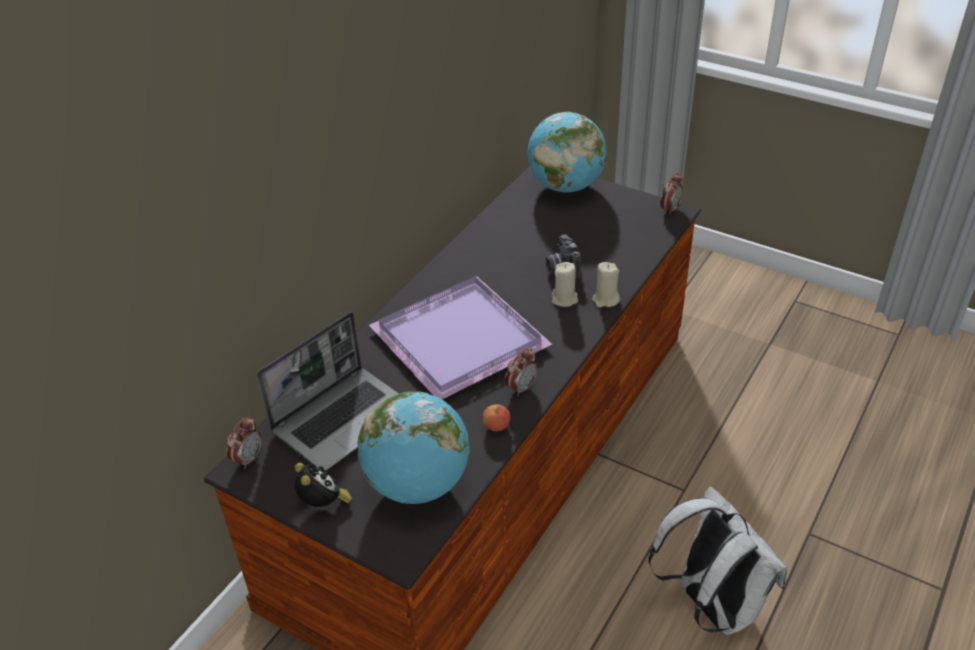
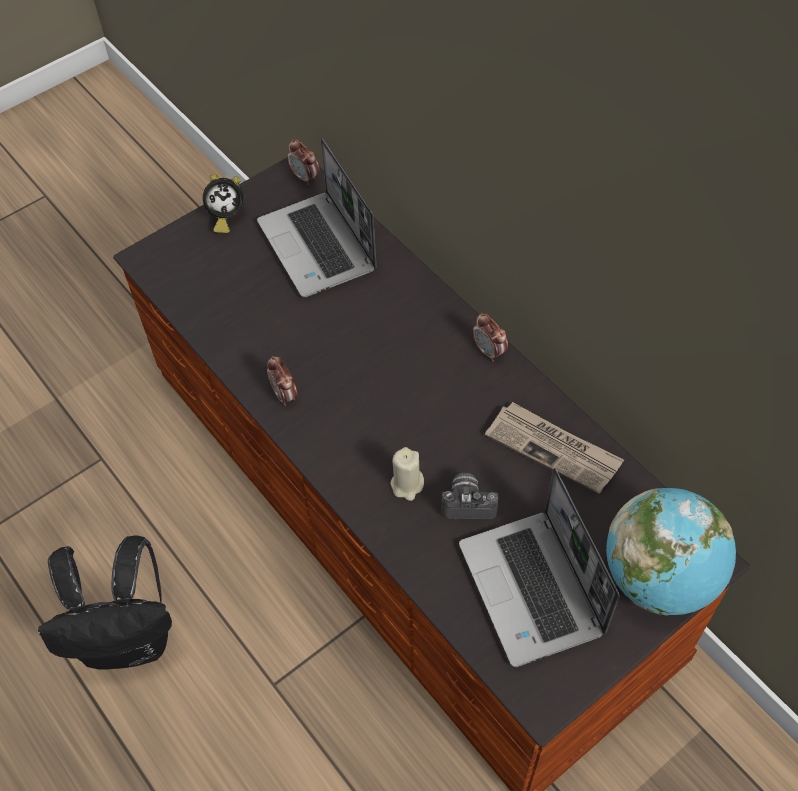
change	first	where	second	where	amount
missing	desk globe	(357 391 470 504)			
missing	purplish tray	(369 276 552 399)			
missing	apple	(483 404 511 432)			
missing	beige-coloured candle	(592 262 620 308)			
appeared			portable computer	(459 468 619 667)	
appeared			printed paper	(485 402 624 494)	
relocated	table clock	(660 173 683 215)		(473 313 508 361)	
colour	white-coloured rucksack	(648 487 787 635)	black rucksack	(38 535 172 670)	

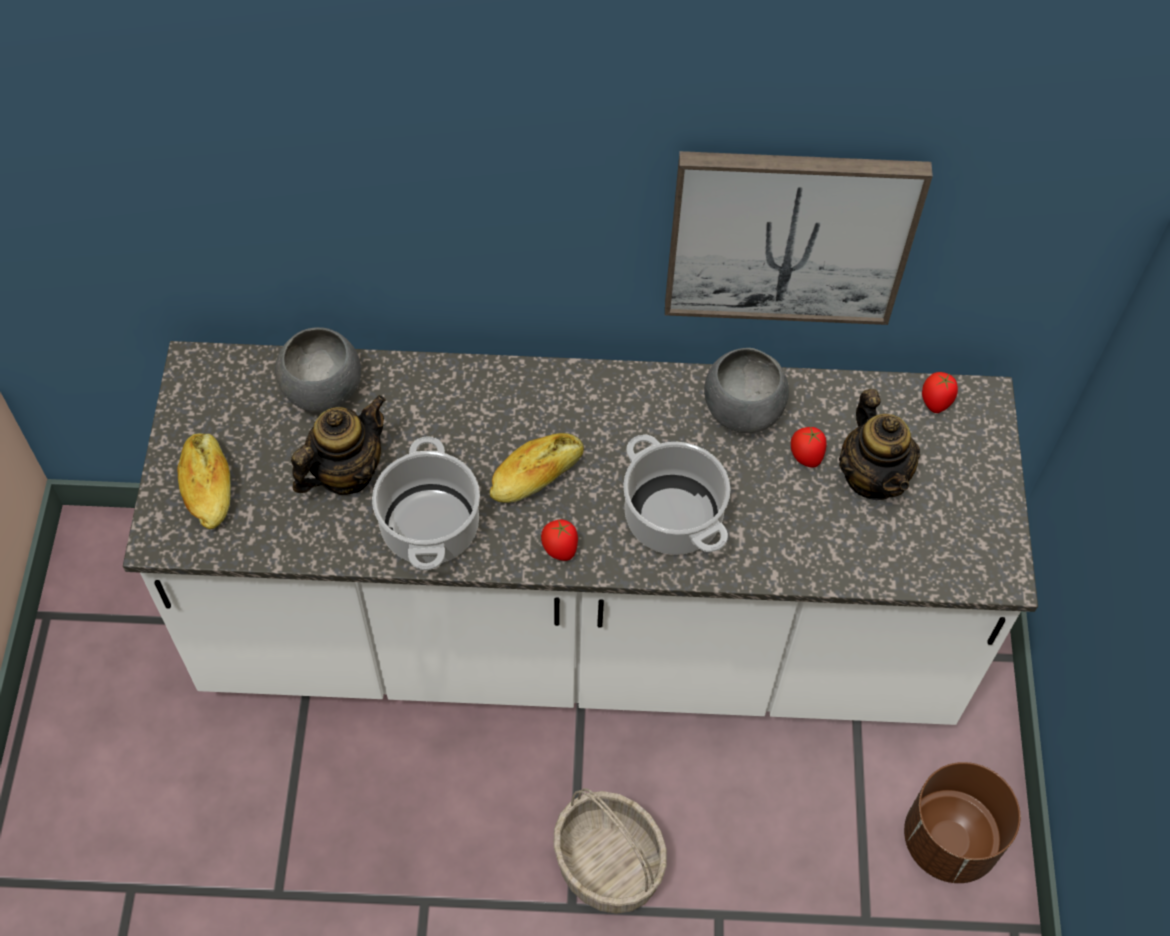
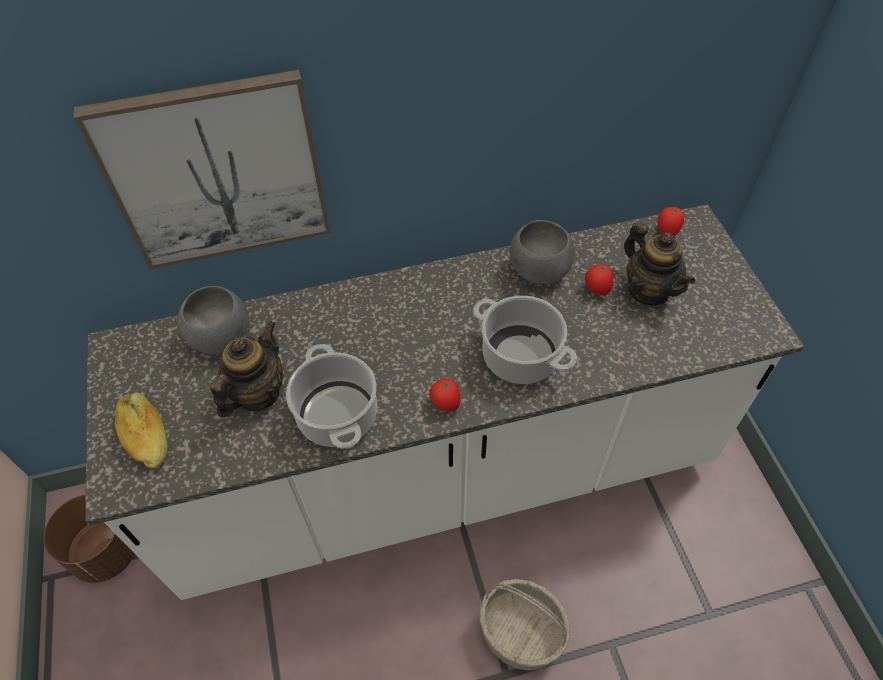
change	first	where	second	where	amount
missing	bread	(490 433 584 503)			
relocated	wall art	(665 151 933 325)		(74 70 330 269)	
relocated	brown flower pot	(904 762 1021 883)		(43 494 135 583)	

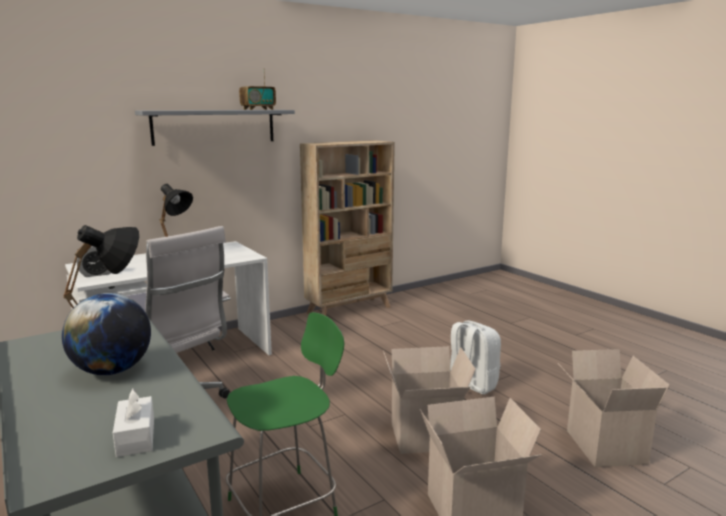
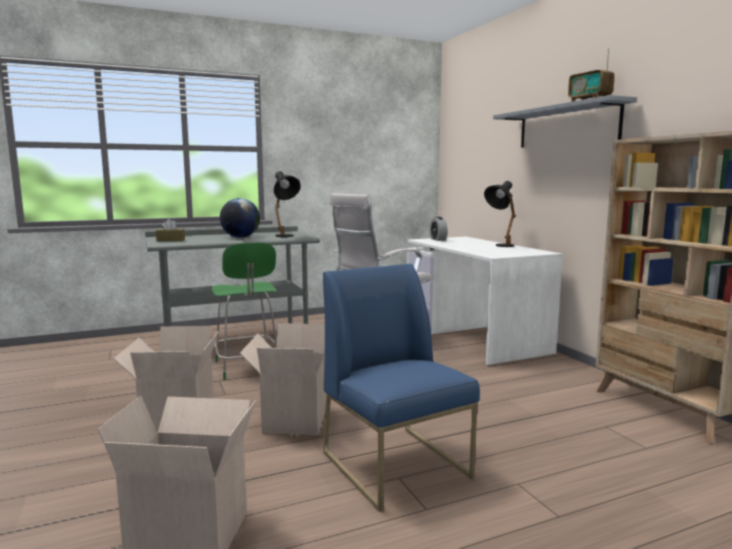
change	first	where	second	where	amount
exchanged	white-coloured rucksack	(450 320 501 394)	blue plain chair	(323 264 480 512)	
colour	white-coloured tissue holder	(113 389 154 457)	brown tissue holder	(156 219 185 241)	

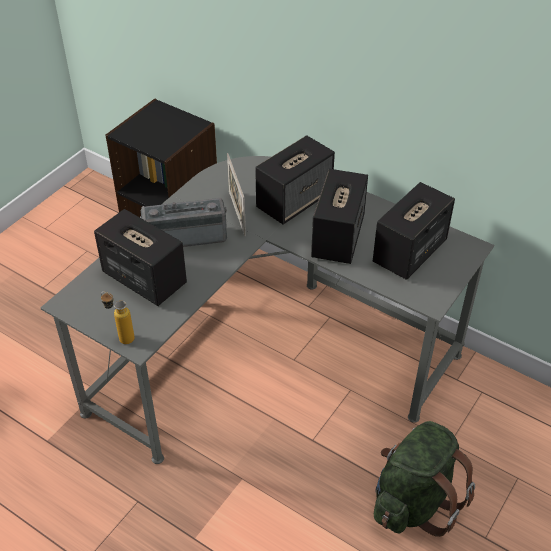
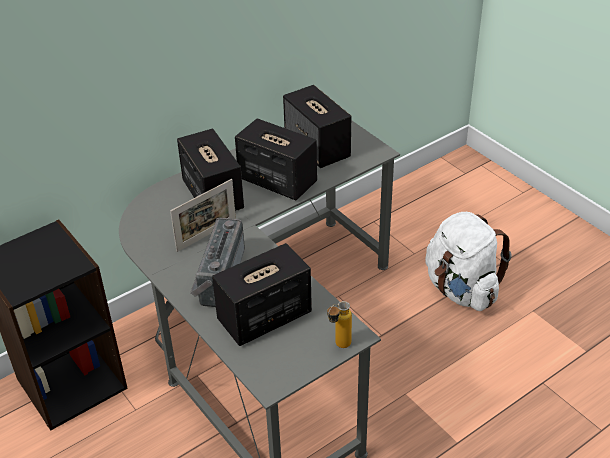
change	first	where	second	where	amount
colour	green rucksack	(374 421 475 537)	white-coloured rucksack	(425 212 512 311)	
spun	photo frame	(227 153 246 236)		(170 179 236 252)	45 degrees counterclockwise

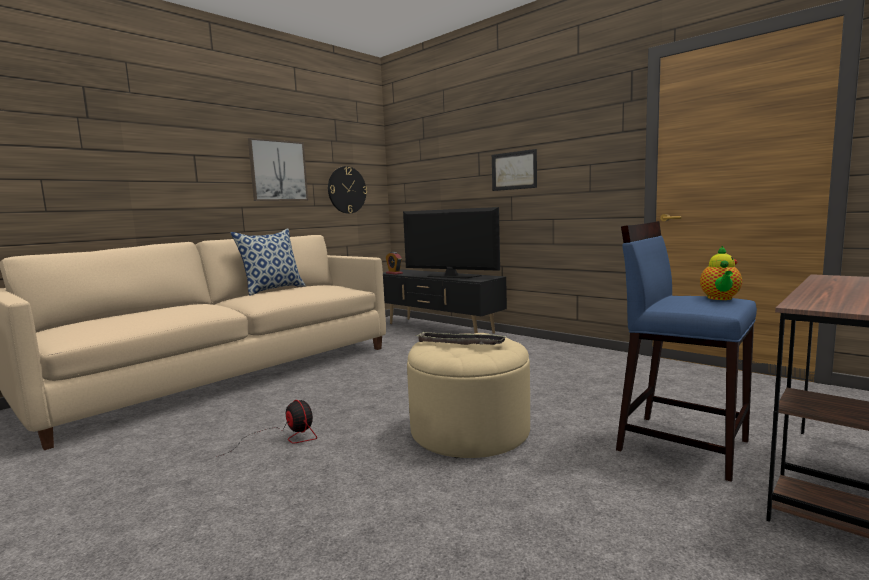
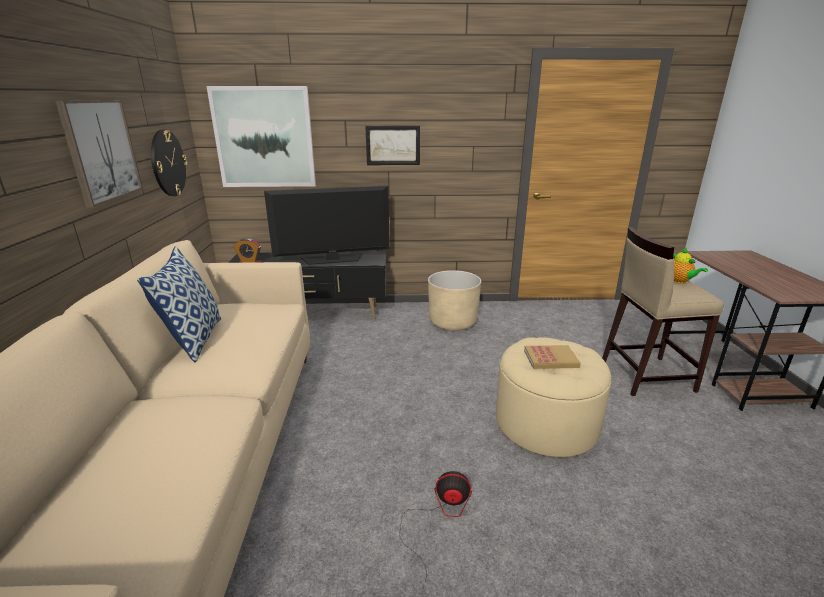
change	first	where	second	where	amount
appeared			wall art	(207 86 316 187)	
appeared			beige-coloured flower pot	(428 270 481 331)	
exchanged	tray	(415 332 507 345)	bound book	(524 345 581 369)	
colour	blue stool seat	(616 221 757 482)	beige-coloured stool seat	(602 227 724 396)	

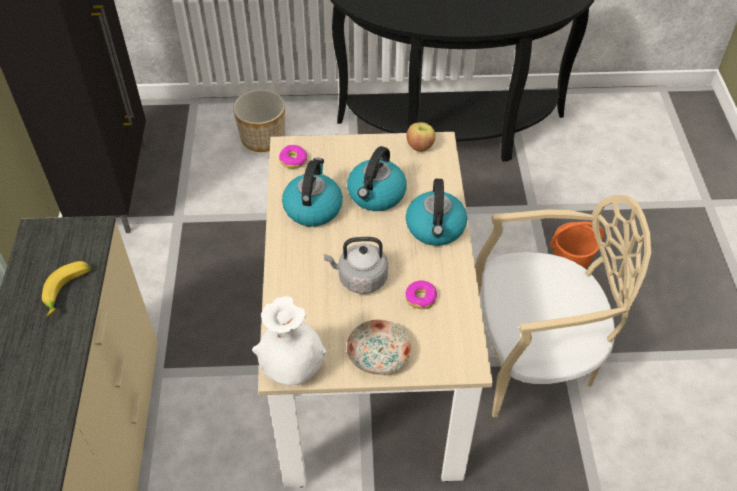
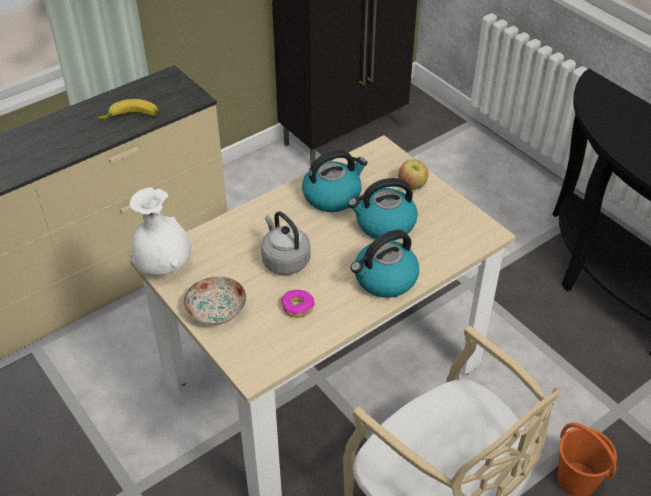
change	first	where	second	where	amount
missing	flower pot	(233 89 285 152)			
missing	doughnut	(279 145 307 169)			
relocated	apple	(407 122 436 152)		(398 160 428 190)	

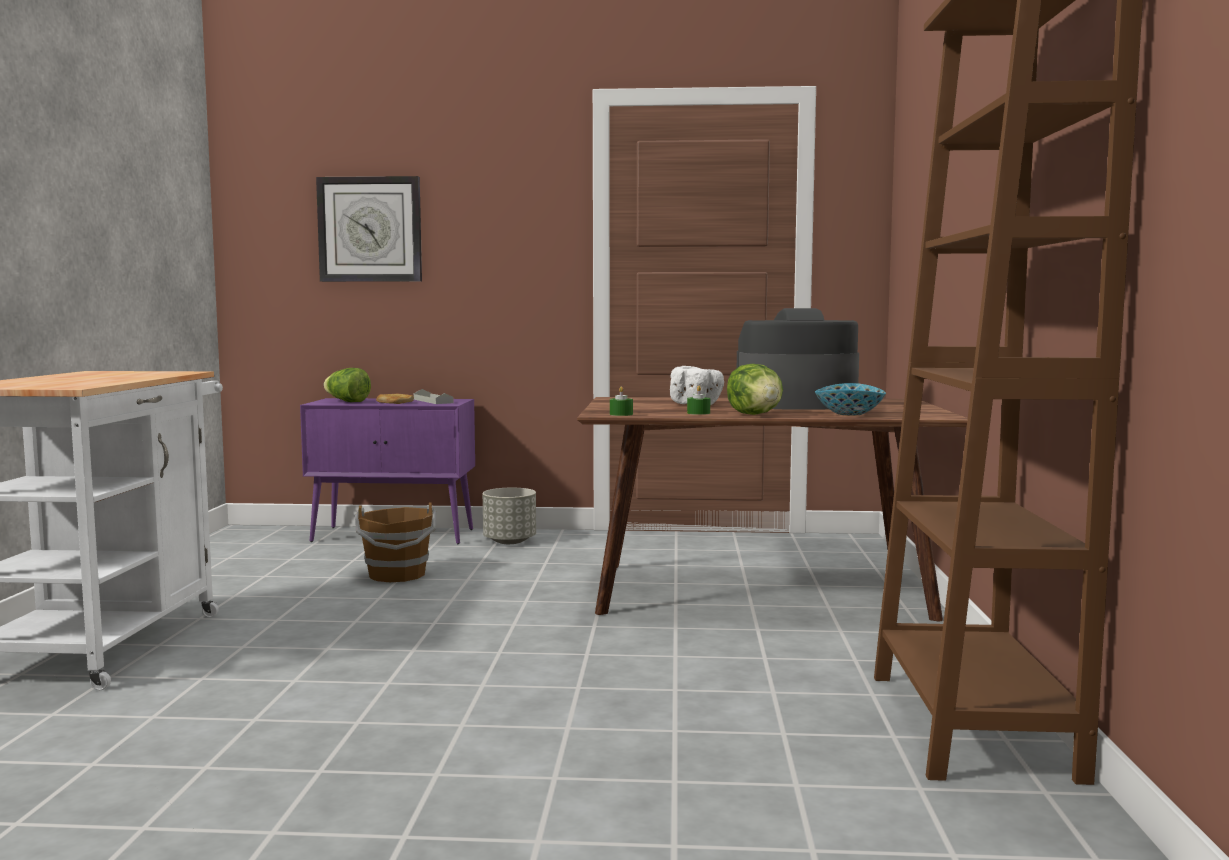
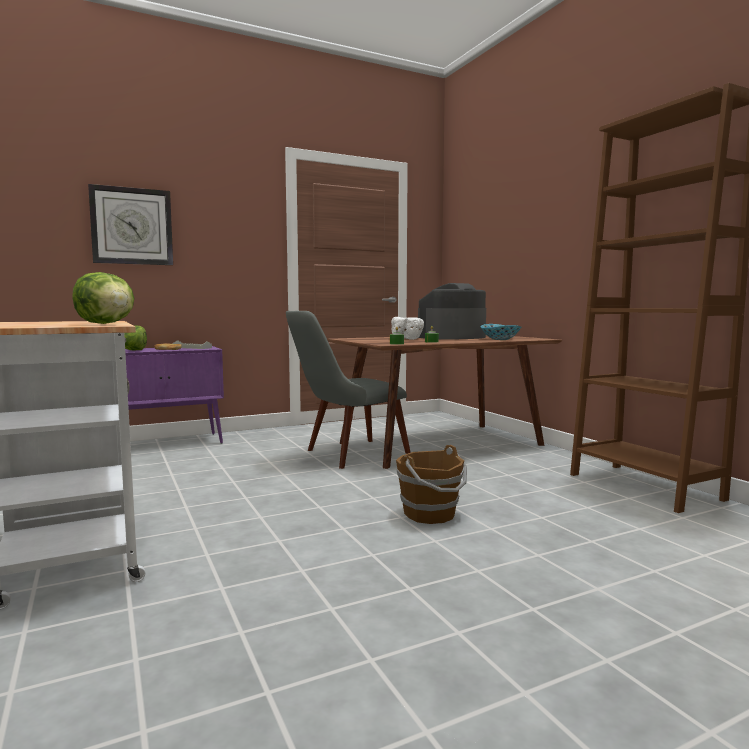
change	first	where	second	where	amount
missing	gray flower pot	(483 488 536 544)			
appeared			gray plain chair	(286 311 411 469)	
relocated	brown pail	(355 502 436 582)		(396 445 467 524)	
relocated	head of lettuce	(727 364 783 415)		(72 272 134 324)	

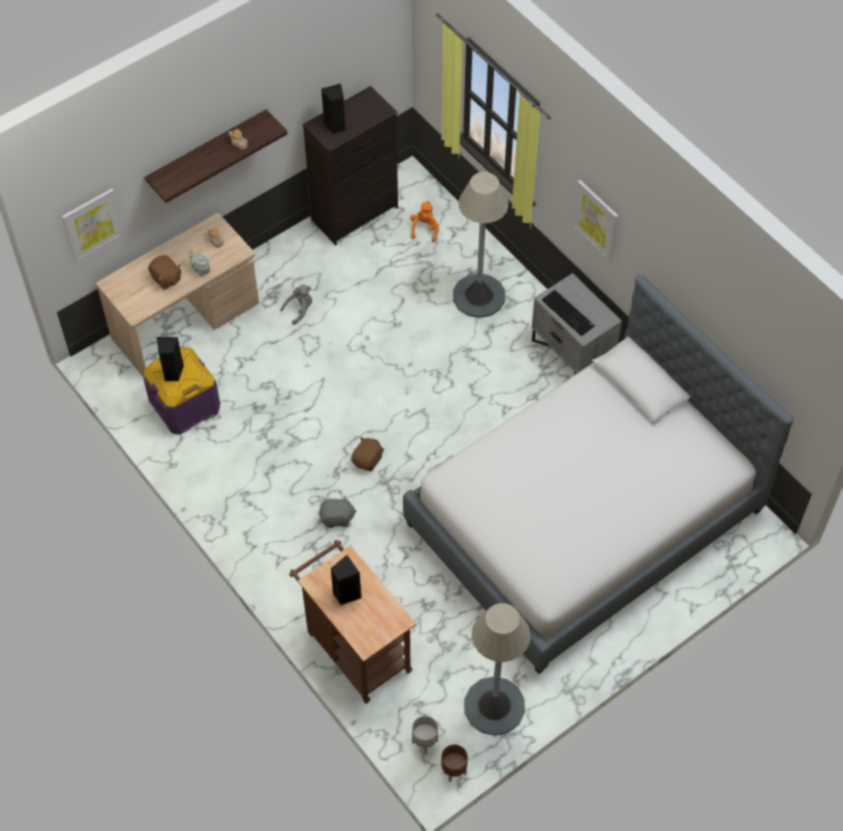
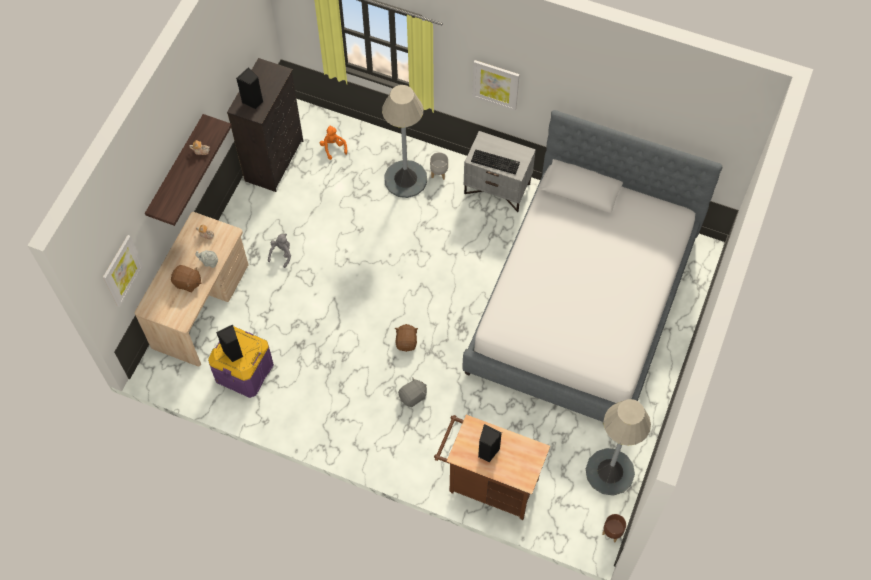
change	first	where	second	where	amount
relocated	gray flower pot	(412 716 438 754)		(430 152 448 180)	

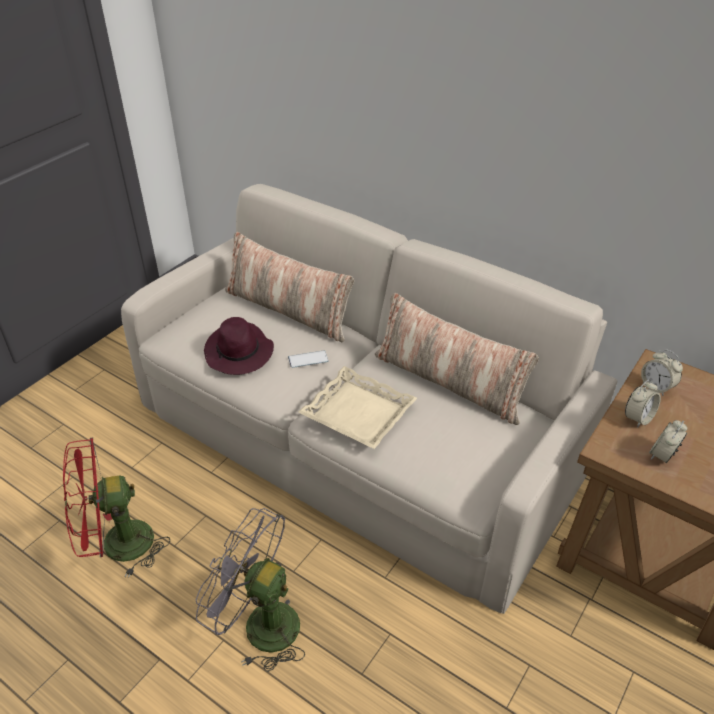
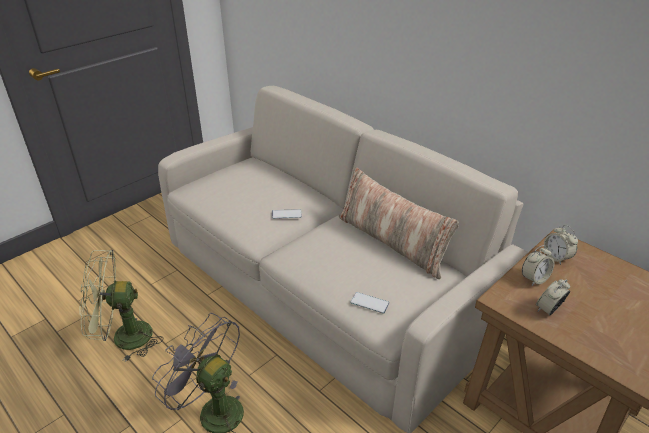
change	first	where	second	where	amount
missing	purplish wearable hat	(204 317 274 375)			
missing	throw pillow	(225 232 354 342)			
missing	beige-coloured tray	(298 366 417 449)			
appeared			phone	(350 292 390 313)	
colour	reddish electric fan	(63 438 170 578)	green electric fan	(79 250 163 362)	

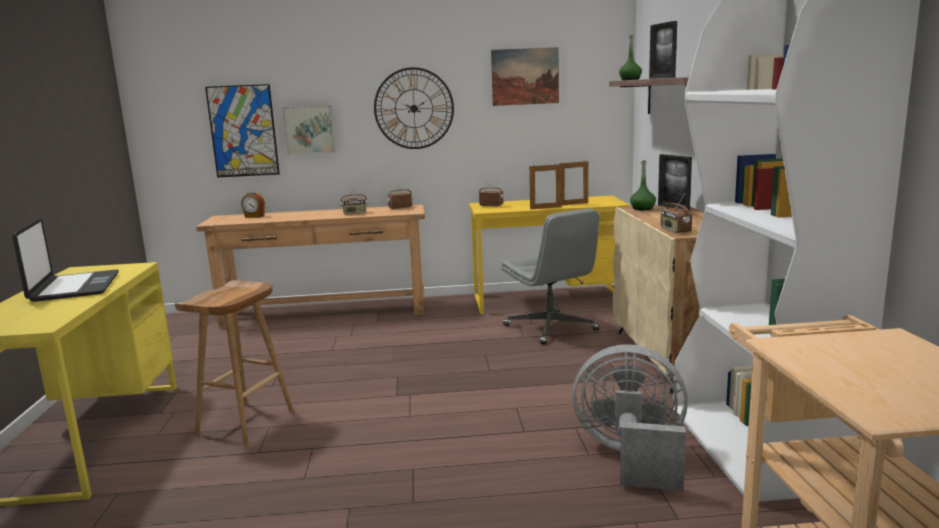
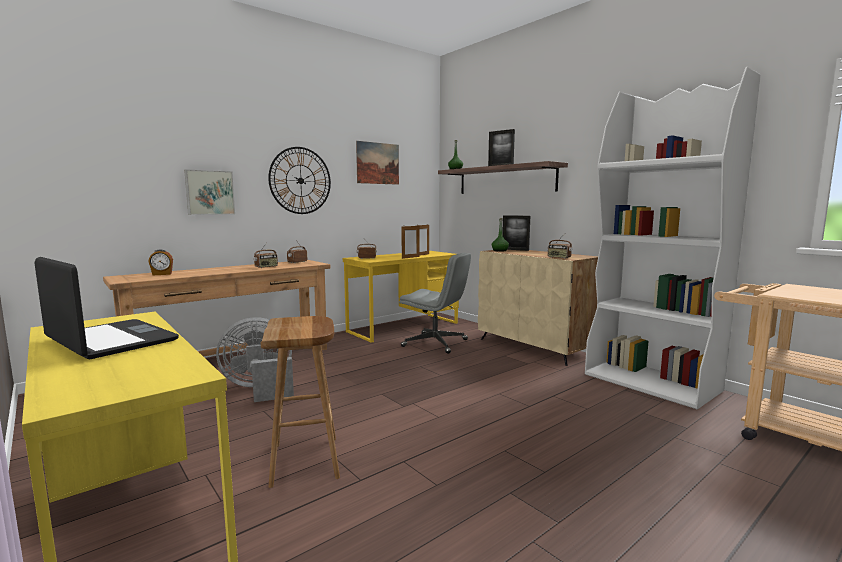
change	first	where	second	where	amount
missing	wall art	(205 84 280 177)			
relocated	gray electric fan	(572 344 688 491)		(216 317 294 402)	

